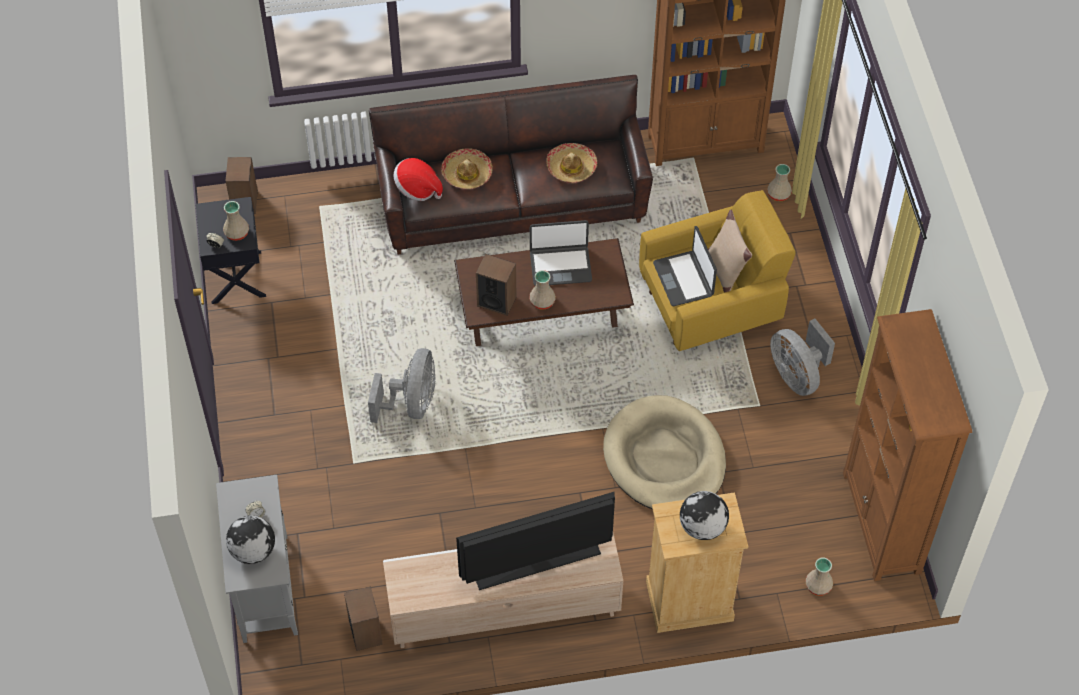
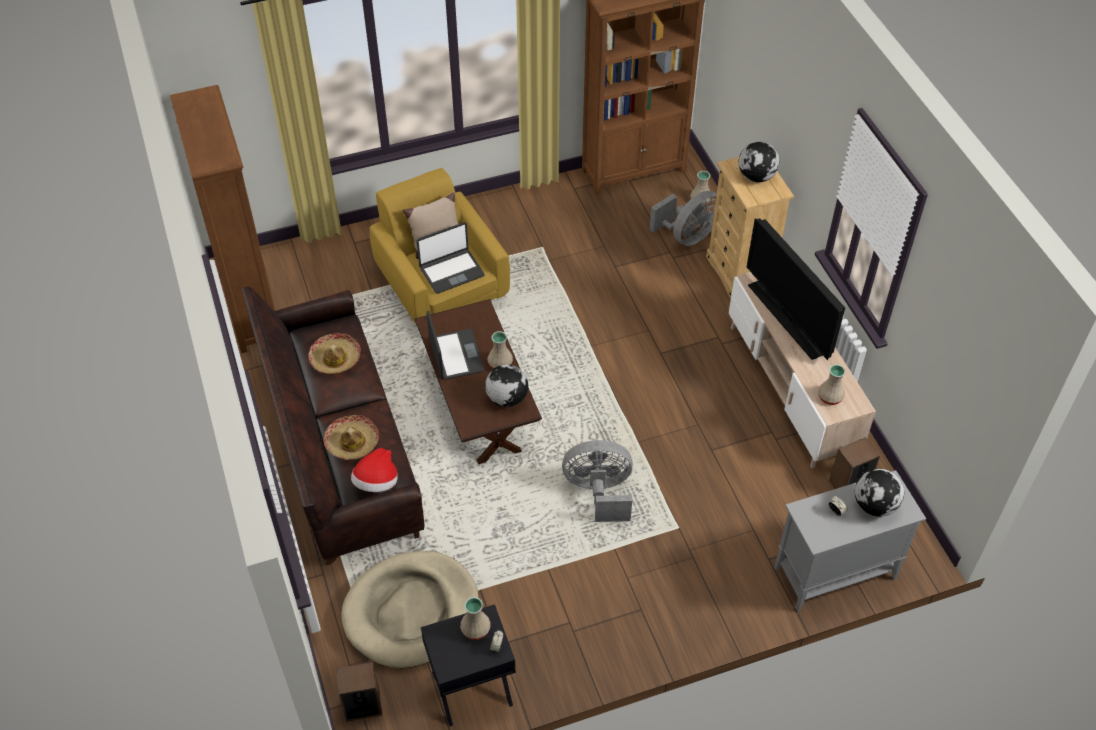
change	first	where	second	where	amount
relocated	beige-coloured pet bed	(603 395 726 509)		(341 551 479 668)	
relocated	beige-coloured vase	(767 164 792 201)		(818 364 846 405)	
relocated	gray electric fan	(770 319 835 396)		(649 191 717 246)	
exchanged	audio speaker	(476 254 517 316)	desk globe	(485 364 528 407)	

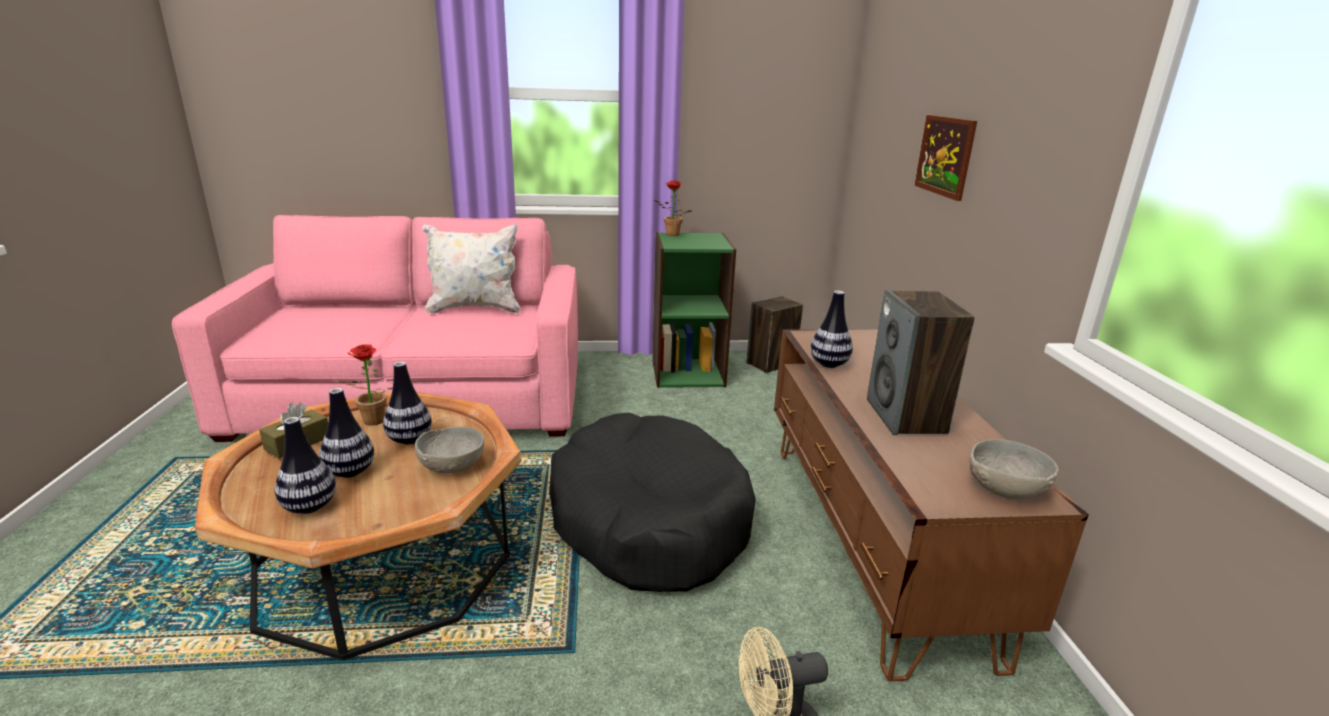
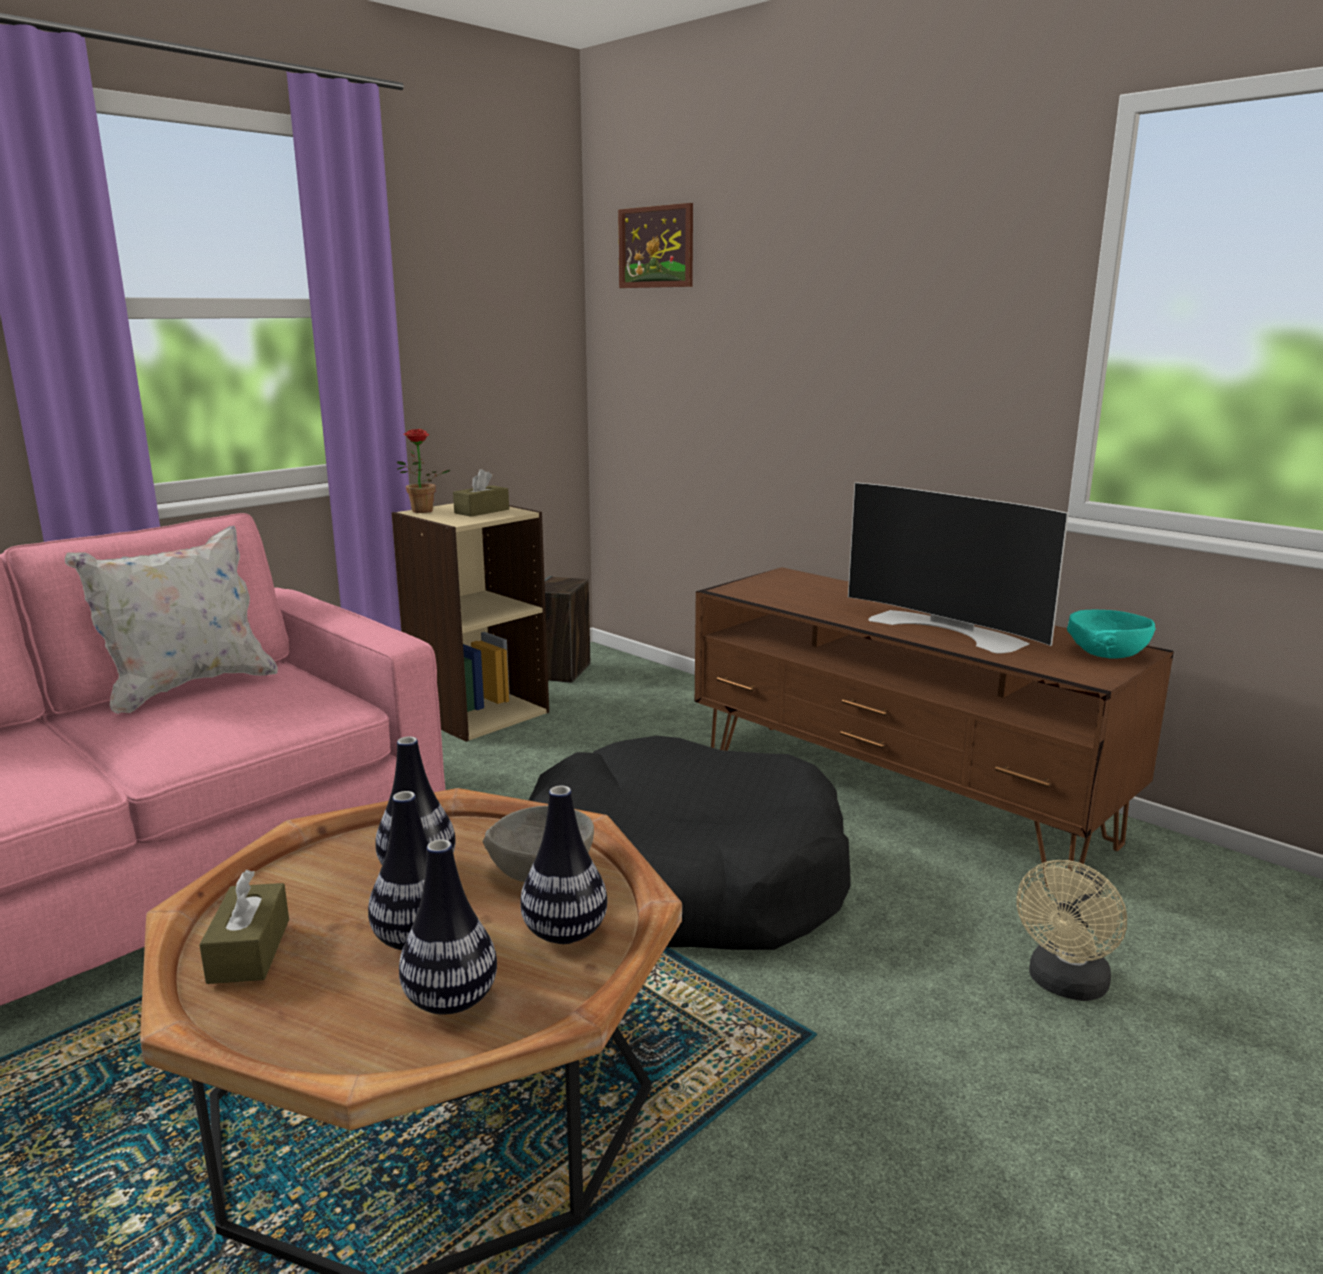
change	first	where	second	where	amount
missing	potted plant	(333 344 393 425)			
appeared			brown tissue holder	(453 469 509 517)	
relocated	vase	(810 291 853 368)		(520 786 607 944)	
relocated	wall art	(914 115 977 201)		(618 203 693 288)	
exchanged	audio speaker	(867 290 975 435)	TV set	(848 482 1069 654)	
colour	green bookshelf	(652 232 736 388)	beige-coloured bookshelf	(392 503 549 742)	
colour	gray serving bowl	(970 439 1058 500)	blue-green serving bowl	(1067 610 1156 659)	

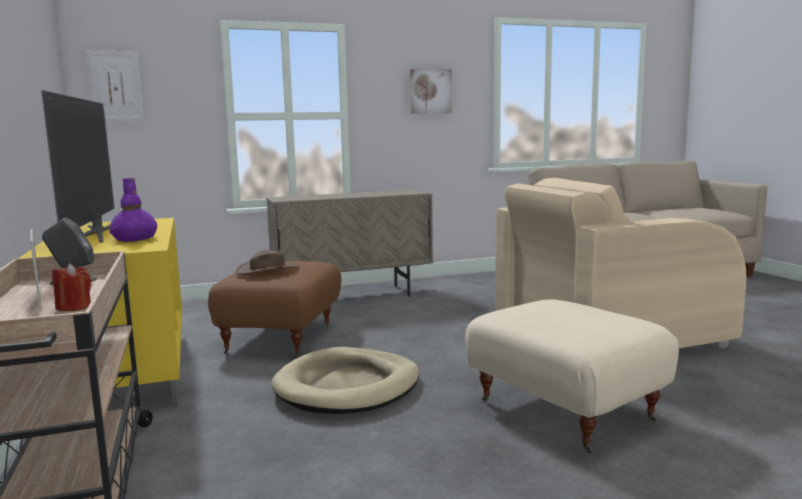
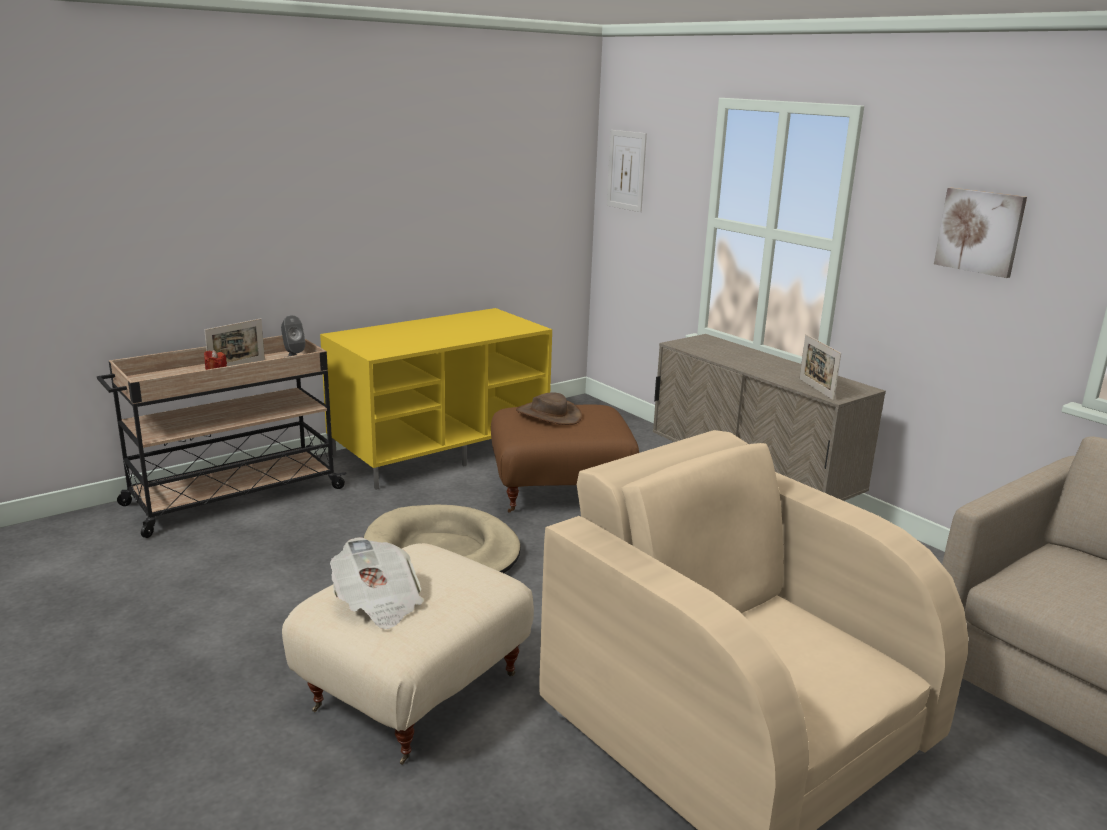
change	first	where	second	where	amount
missing	TV set	(41 90 114 242)			
missing	purplish vase	(110 178 157 242)			
appeared			printed paper	(330 537 424 629)	
appeared			photo frame	(799 334 841 400)	

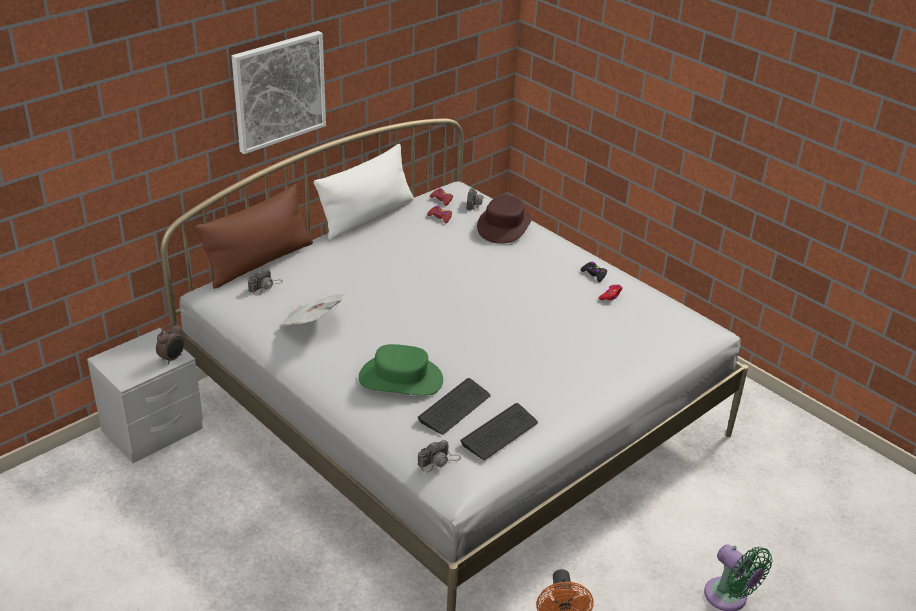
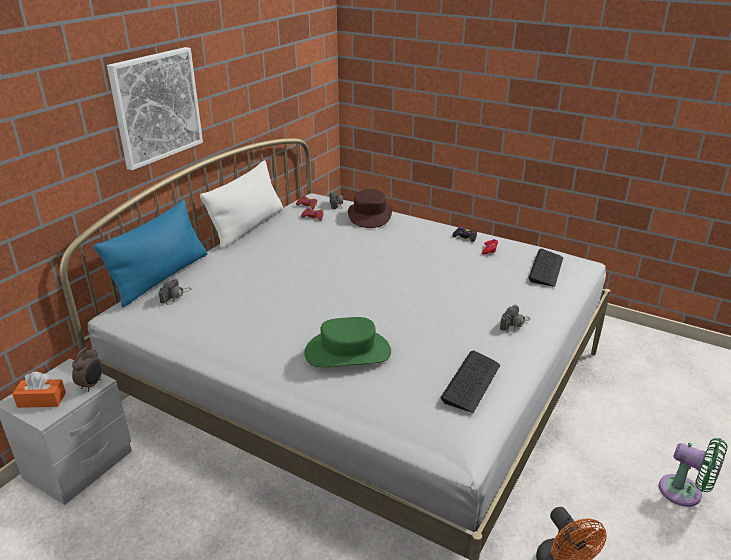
change	first	where	second	where	amount
missing	printed paper	(279 294 345 326)			
appeared			orangey tissue holder	(12 372 66 408)	
relocated	computer keyboard	(417 378 491 435)		(528 249 563 287)	
relocated	still camera	(417 440 461 473)		(500 305 530 334)	
colour	brown throw pillow	(195 184 313 289)	blue throw pillow	(94 199 207 307)	

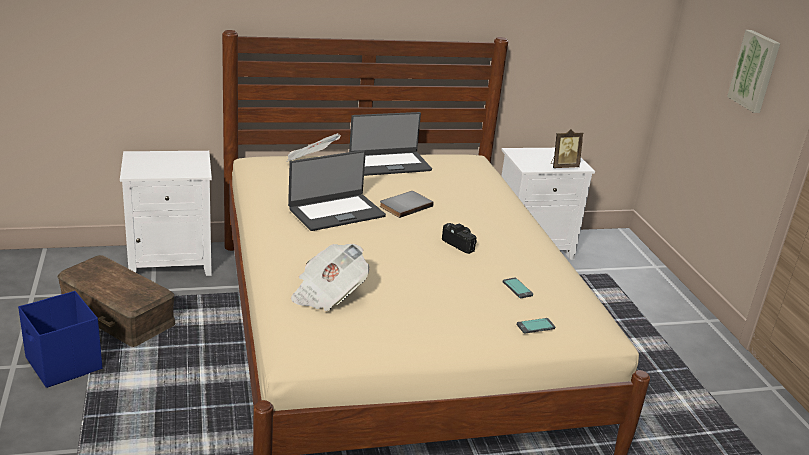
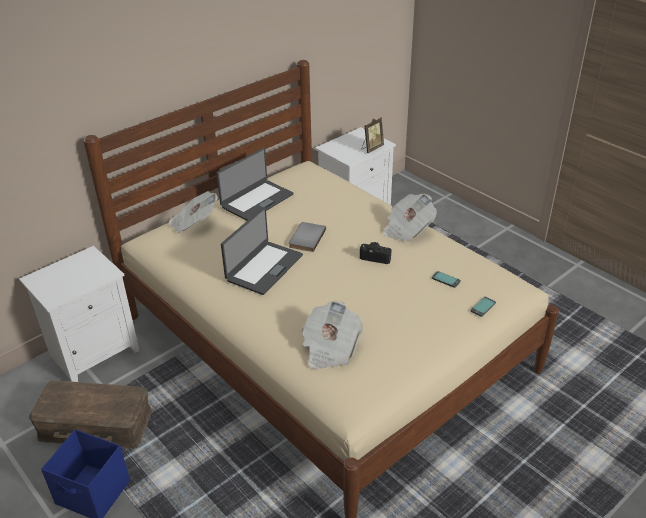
change	first	where	second	where	amount
missing	wall art	(727 30 780 113)			
appeared			printed paper	(383 194 437 242)	

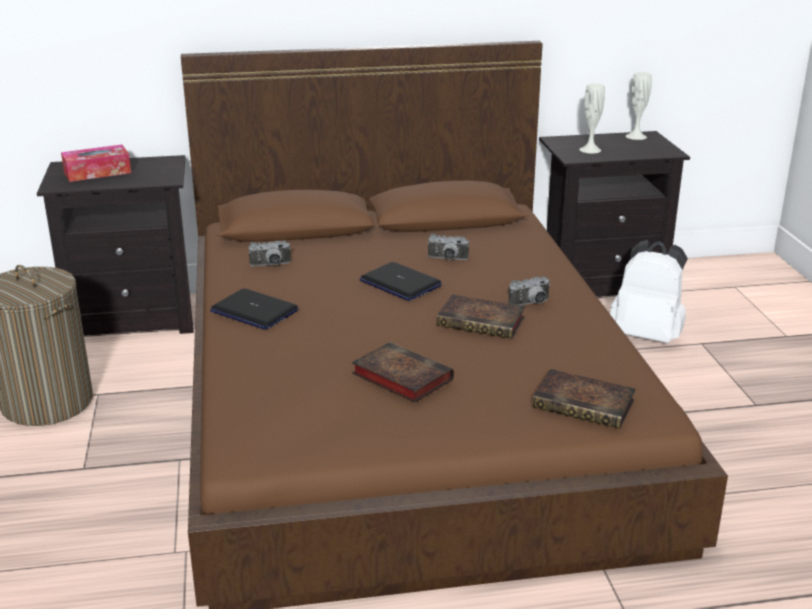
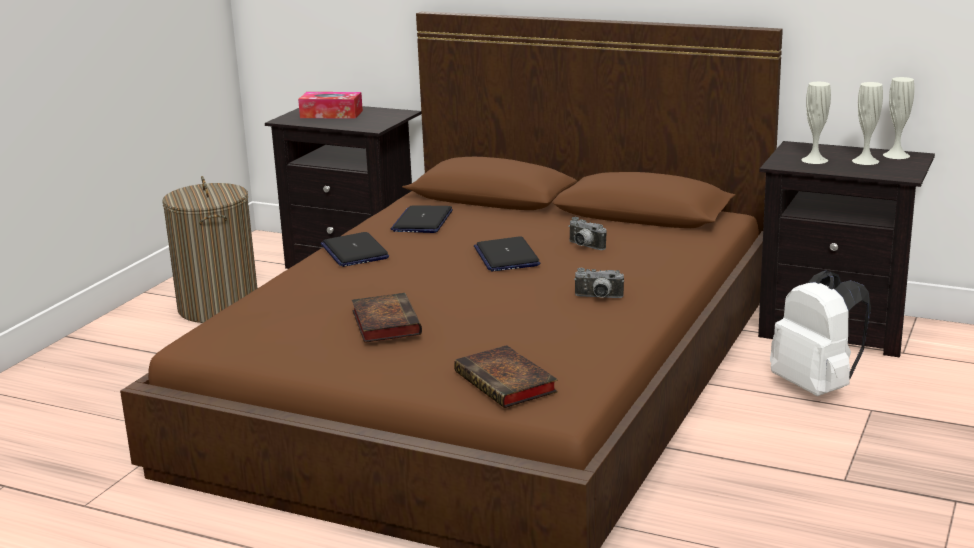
change	first	where	second	where	amount
missing	bound book	(436 294 525 339)			
appeared			white-coloured vase	(852 82 883 165)	
exchanged	still camera	(249 240 291 266)	portable computer	(391 205 453 233)	

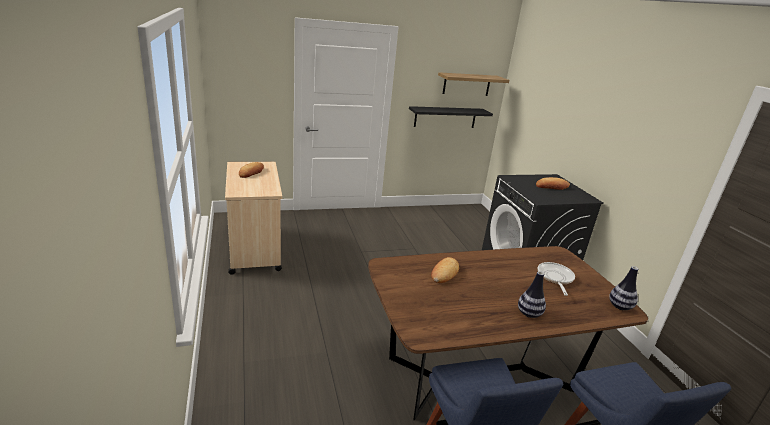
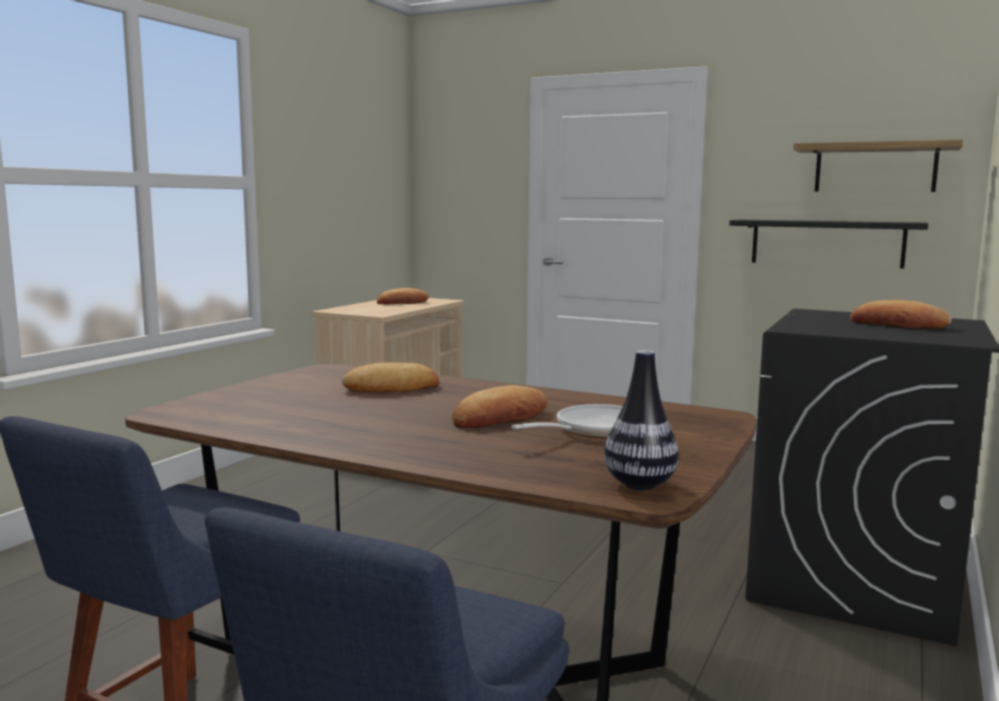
change	first	where	second	where	amount
missing	vase	(518 271 546 318)			
appeared			bread	(452 385 547 428)	

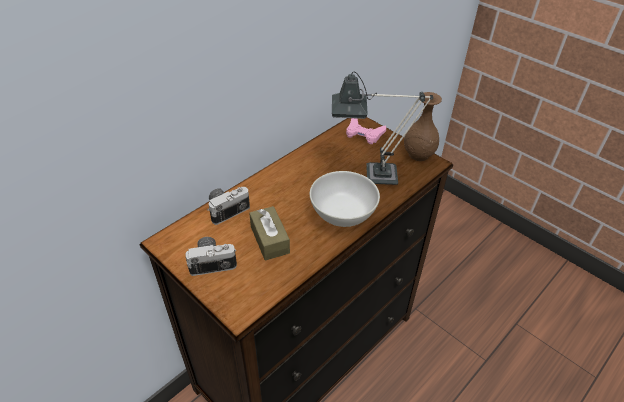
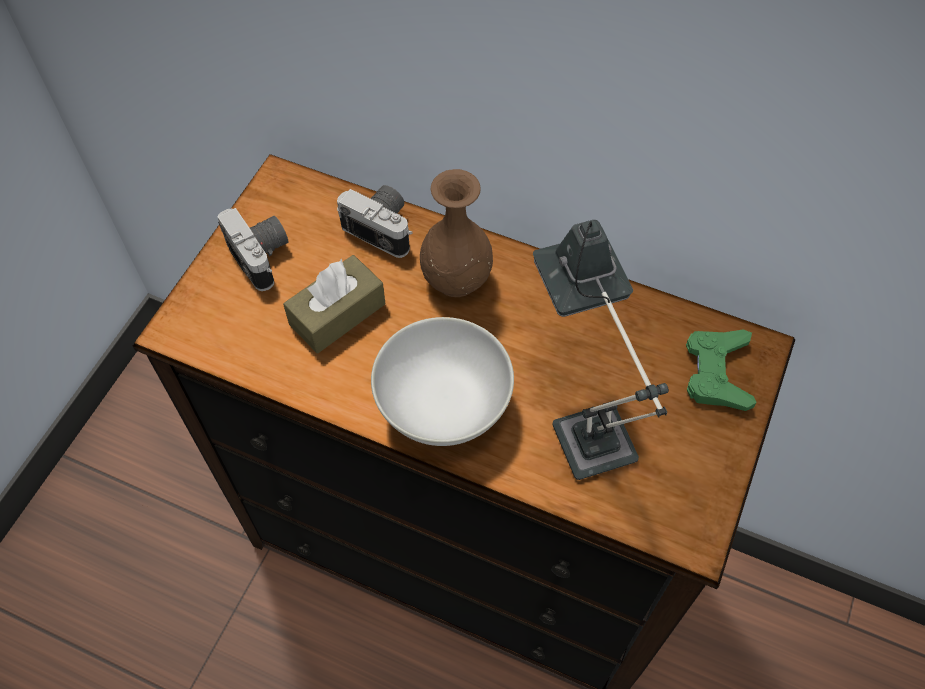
change	first	where	second	where	amount
relocated	brown vase	(404 92 442 161)		(420 169 493 297)	
colour	pink gamepad	(346 118 386 144)	green gamepad	(686 329 757 411)	

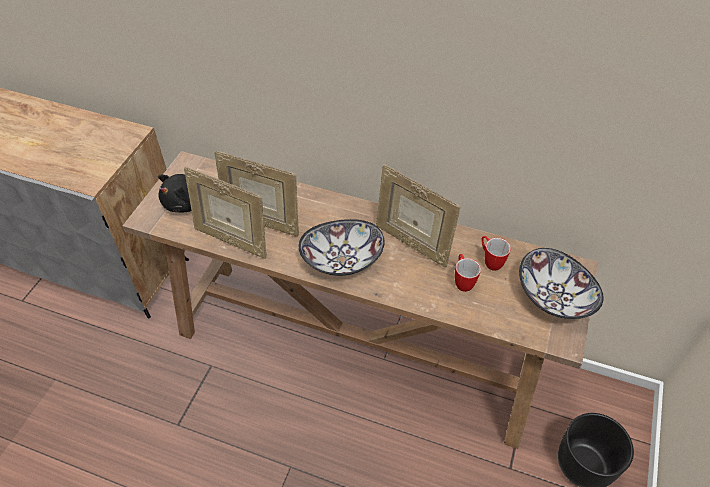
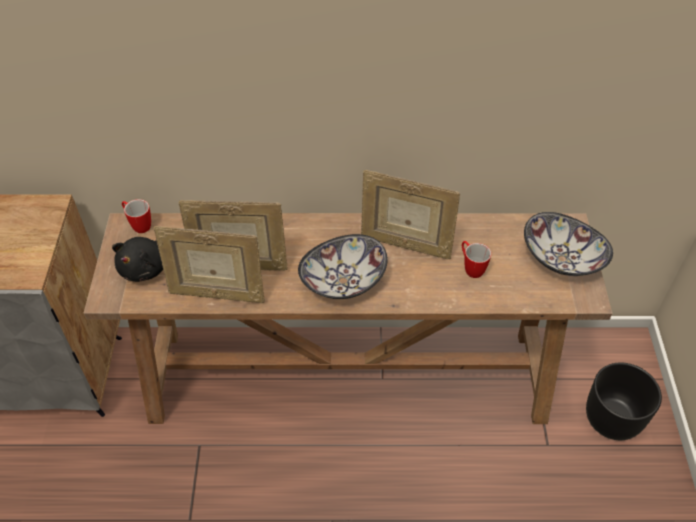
change	first	where	second	where	amount
relocated	mug	(481 236 511 271)		(122 199 151 233)	

